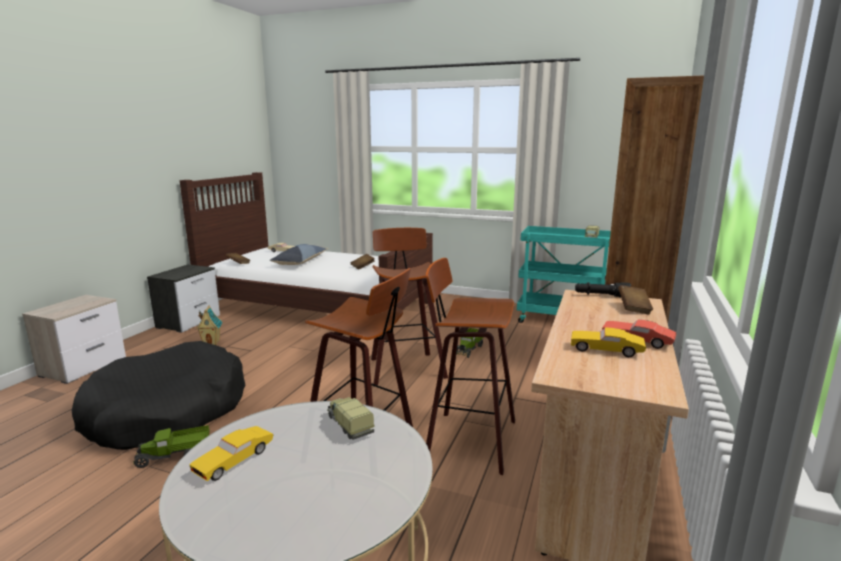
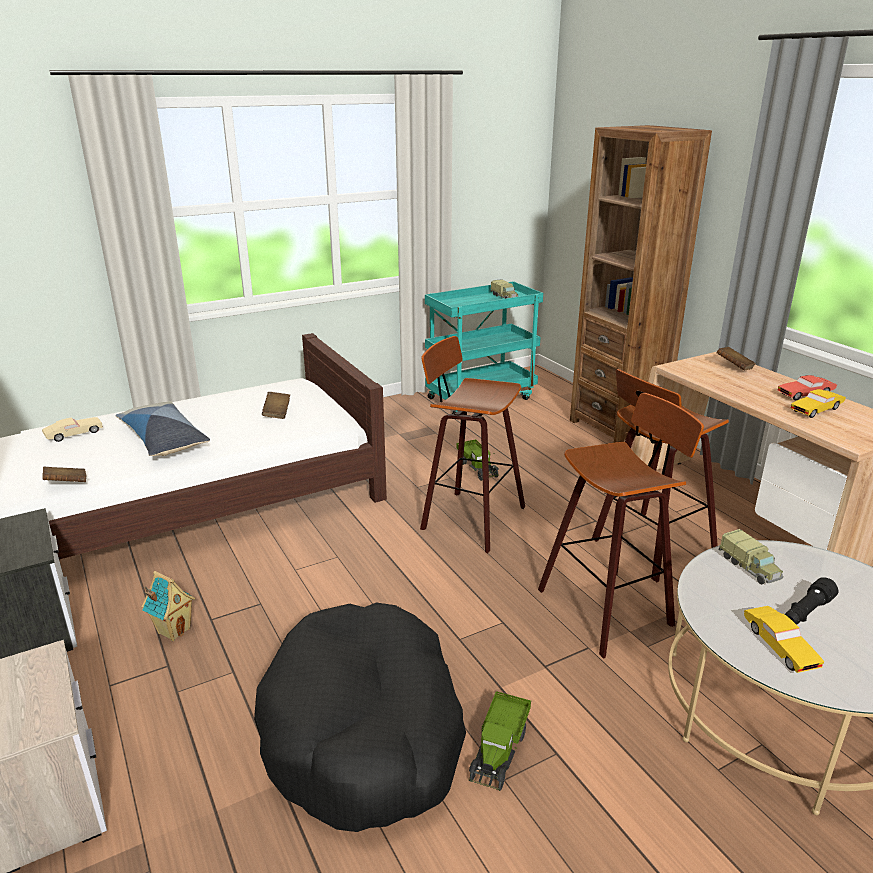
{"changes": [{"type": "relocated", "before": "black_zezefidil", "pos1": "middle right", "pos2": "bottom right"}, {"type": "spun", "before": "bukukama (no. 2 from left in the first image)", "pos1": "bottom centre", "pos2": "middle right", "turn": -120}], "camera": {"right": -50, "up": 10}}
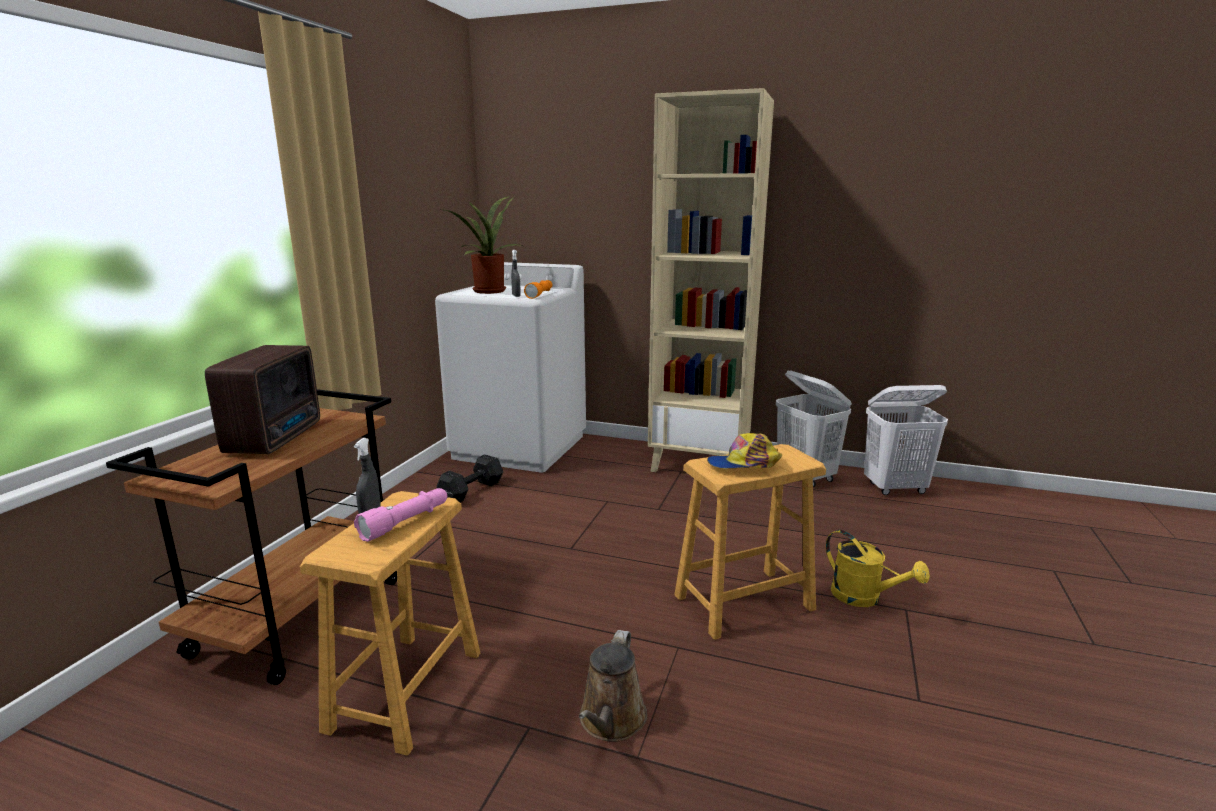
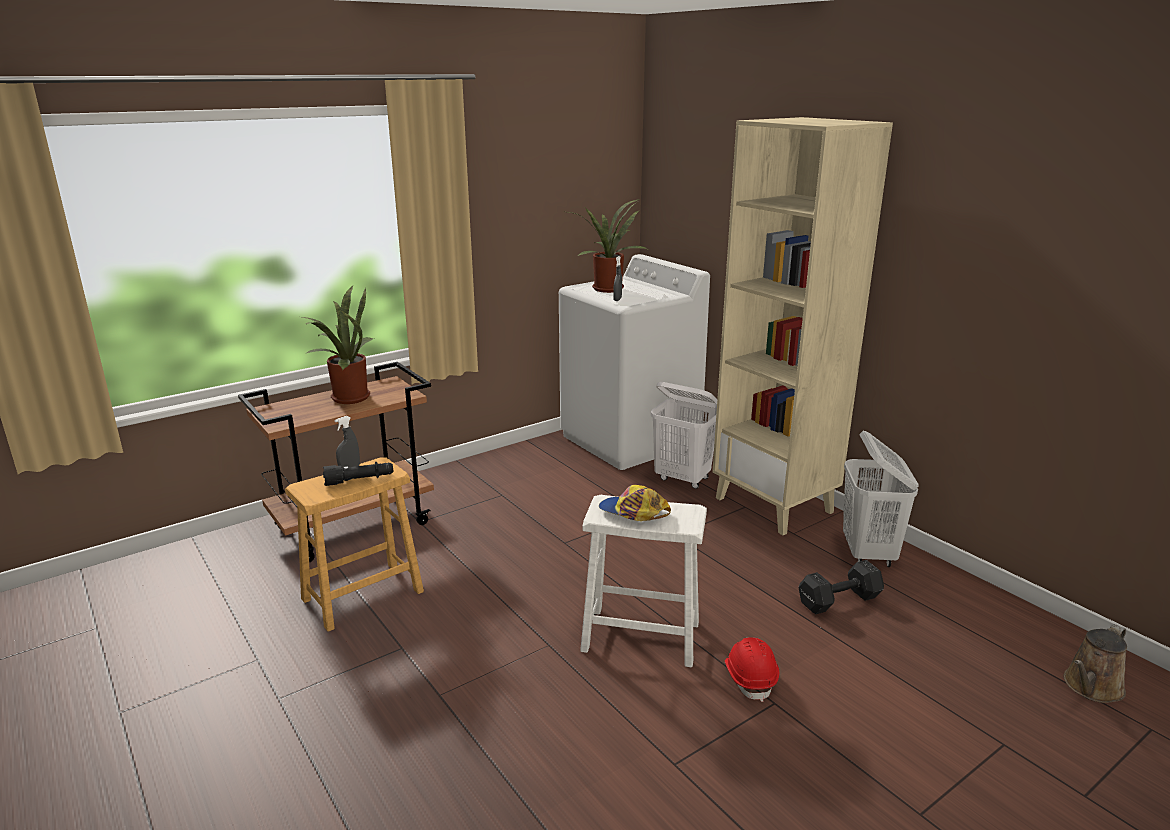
{"changes": [{"type": "missing", "before": "orange_zezefidil", "pos1": "centre"}, {"type": "exchanged", "before": "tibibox", "after": "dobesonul (no. 1 from left)", "pos1": "middle left", "pos2": "middle left"}, {"type": "relocated", "before": "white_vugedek (no. 2 from left in the first image)", "after": "white_vugedek (no. 1 from left)", "pos1": "middle right", "pos2": "centre"}, {"type": "colour", "before": "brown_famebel (no. 2 from left)", "after": "white_famebel", "pos1": "bottom centre", "pos2": "bottom centre"}, {"type": "relocated", "before": "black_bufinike", "pos1": "centre", "pos2": "bottom right"}, {"type": "colour", "before": "pink_zezefidil", "after": "black_zezefidil", "pos1": "middle left", "pos2": "middle left"}, {"type": "exchanged", "before": "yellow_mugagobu", "after": "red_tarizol", "pos1": "bottom right", "pos2": "bottom centre"}, {"type": "relocated", "before": "brown_mugagobu", "pos1": "bottom centre", "pos2": "bottom right"}], "camera": {"right": 35, "up": 5}}
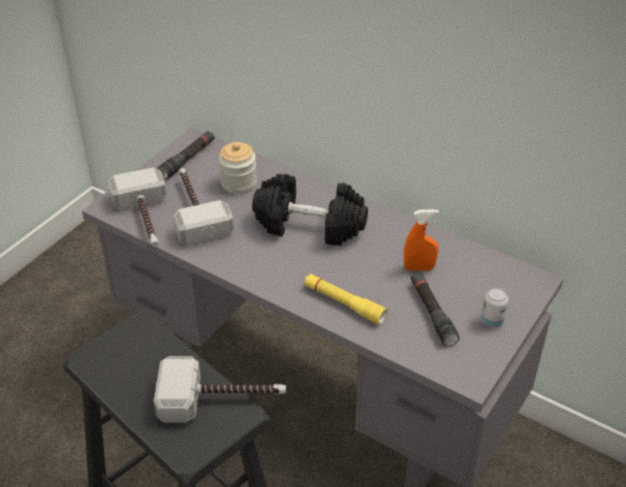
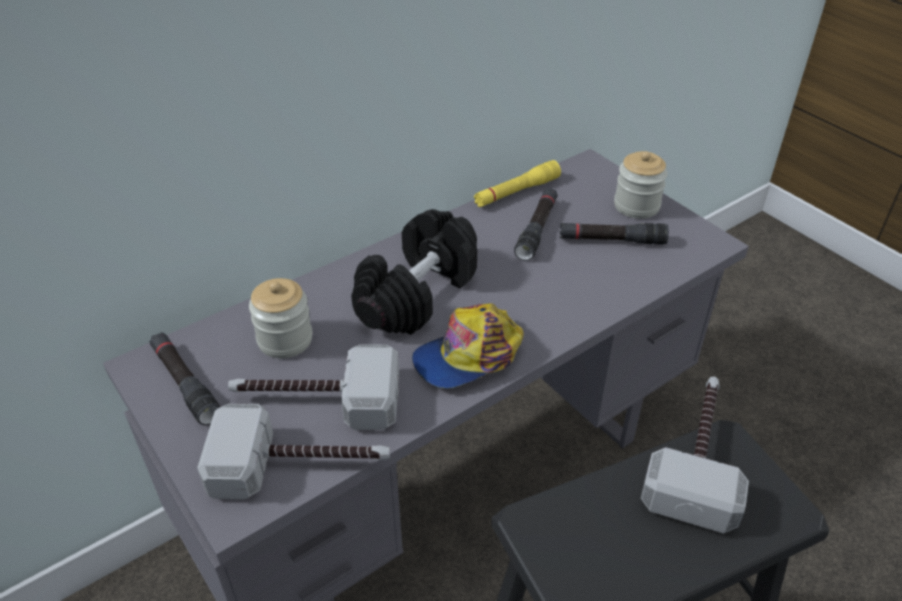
{"changes": [{"type": "exchanged", "before": "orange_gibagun", "after": "black_zezefidil (no. 2 from left)", "pos1": "middle right", "pos2": "centre"}, {"type": "relocated", "before": "yellow_zezefidil", "pos1": "centre", "pos2": "top centre"}, {"type": "exchanged", "before": "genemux", "after": "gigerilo (no. 2 from left)", "pos1": "middle right", "pos2": "top right"}, {"type": "appeared", "after": "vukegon", "pos2": "centre"}], "camera": {"right": -70, "up": 0}}
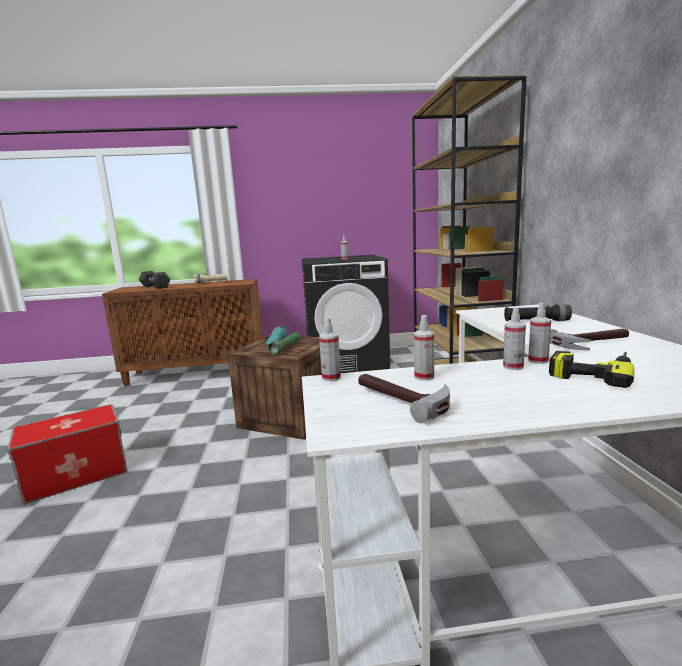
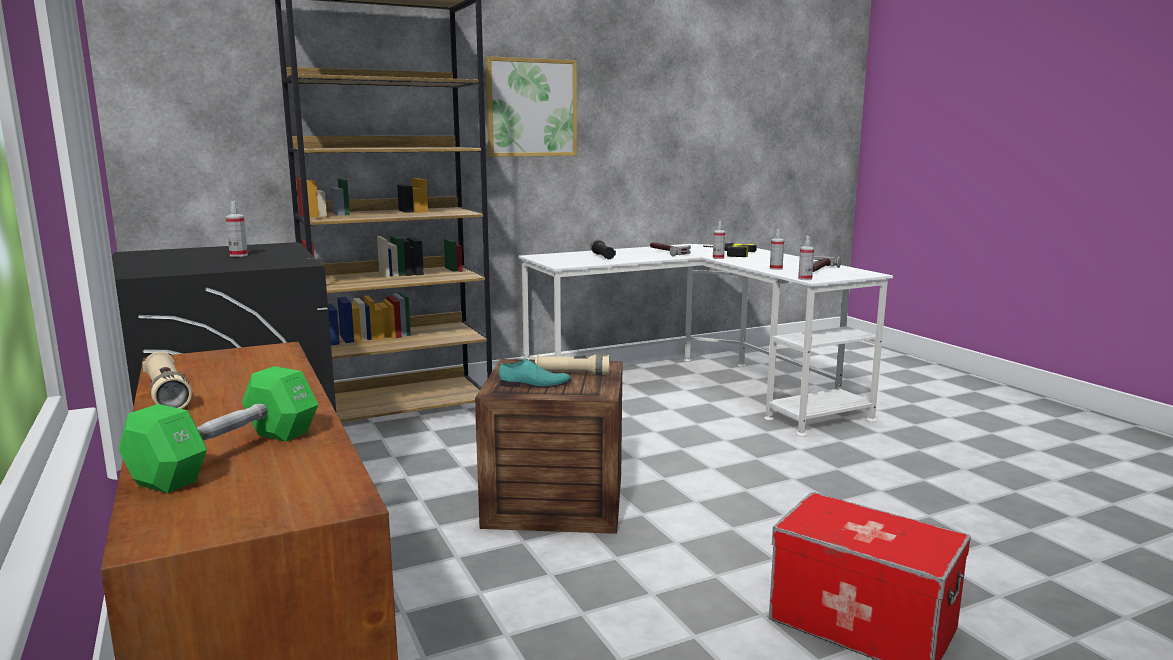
{"changes": [{"type": "colour", "before": "black_bufinike", "after": "green_bufinike", "pos1": "middle left", "pos2": "middle left"}, {"type": "missing", "before": "gibagun (no. 4 from left)", "pos1": "middle right"}, {"type": "colour", "before": "green_zezefidil", "after": "beige_zezefidil (no. 2 from left)", "pos1": "centre", "pos2": "centre"}, {"type": "appeared", "after": "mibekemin", "pos2": "top centre"}], "camera": {"right": -110, "up": 0}}
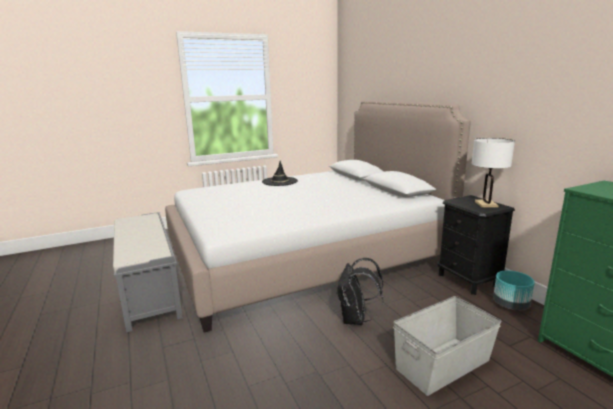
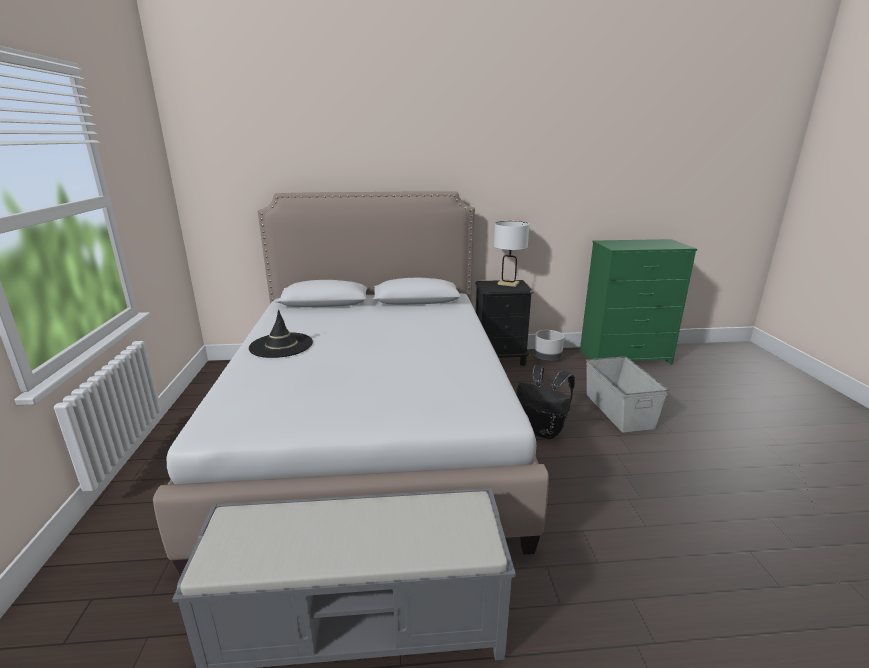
{"changes": [{"type": "colour", "before": "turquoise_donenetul", "after": "grey_donenetul", "pos1": "bottom right", "pos2": "centre"}], "camera": {"right": -70, "up": 5}}
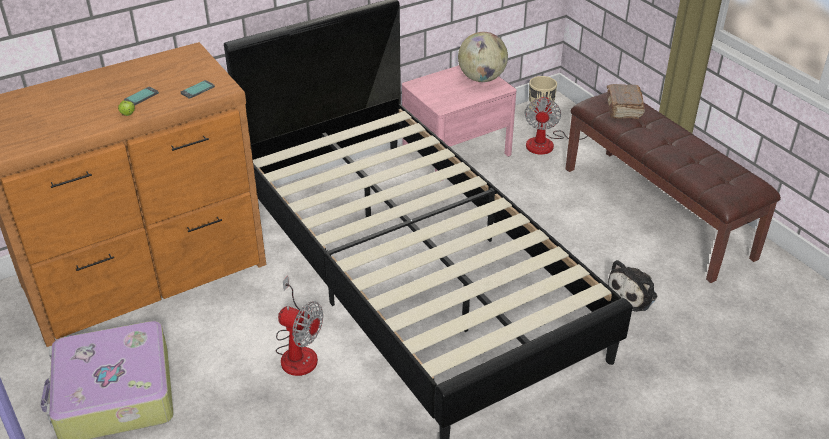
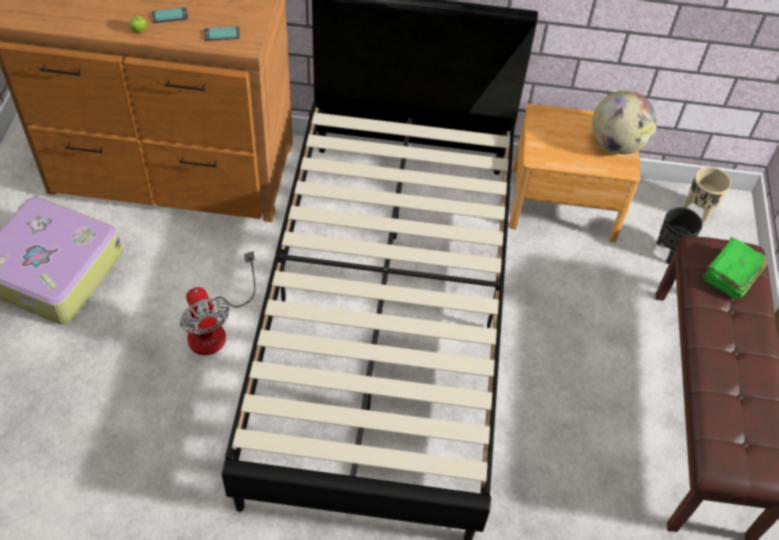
{"changes": [{"type": "colour", "before": "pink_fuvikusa", "after": "brown_fuvikusa", "pos1": "top centre", "pos2": "top right"}, {"type": "colour", "before": "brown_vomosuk", "after": "green_vomosuk", "pos1": "top right", "pos2": "middle right"}, {"type": "exchanged", "before": "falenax (no. 2 from left)", "after": "black_donenetul", "pos1": "top right", "pos2": "middle right"}, {"type": "missing", "before": "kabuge", "pos1": "middle right"}], "camera": {"right": 35, "up": 15}}
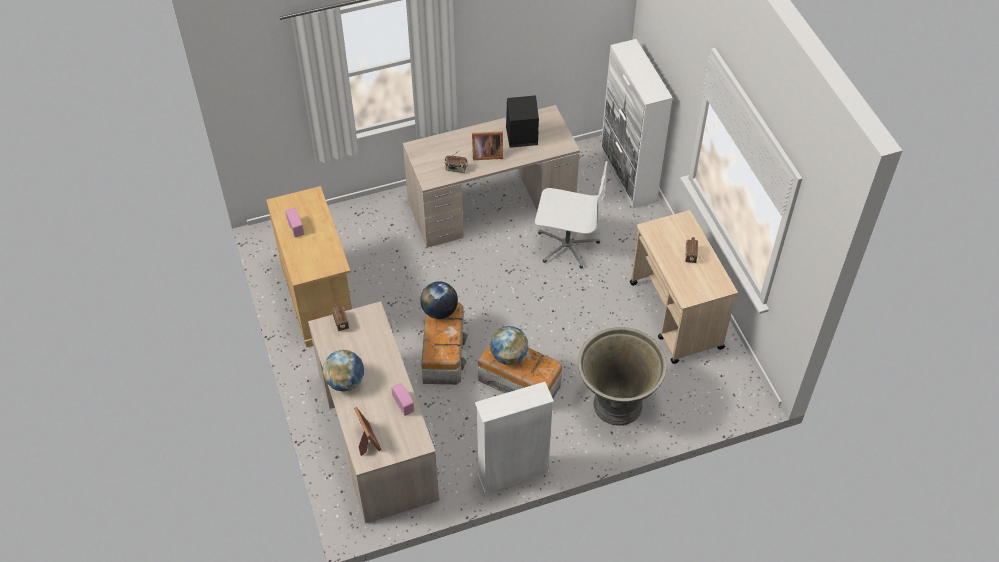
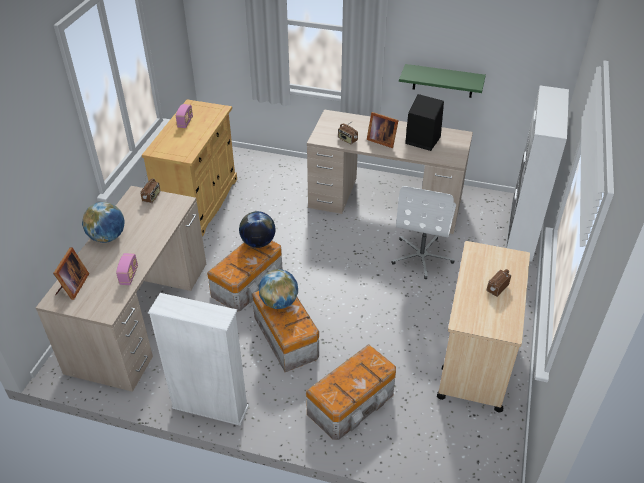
{"changes": [{"type": "spun", "before": "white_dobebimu", "pos1": "centre", "pos2": "centre", "turn": 60}, {"type": "exchanged", "before": "grey_donenetul", "after": "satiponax (no. 3 from left)", "pos1": "bottom centre", "pos2": "bottom centre"}, {"type": "appeared", "after": "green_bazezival", "pos2": "top right"}], "camera": {"right": 35, "up": -10}}
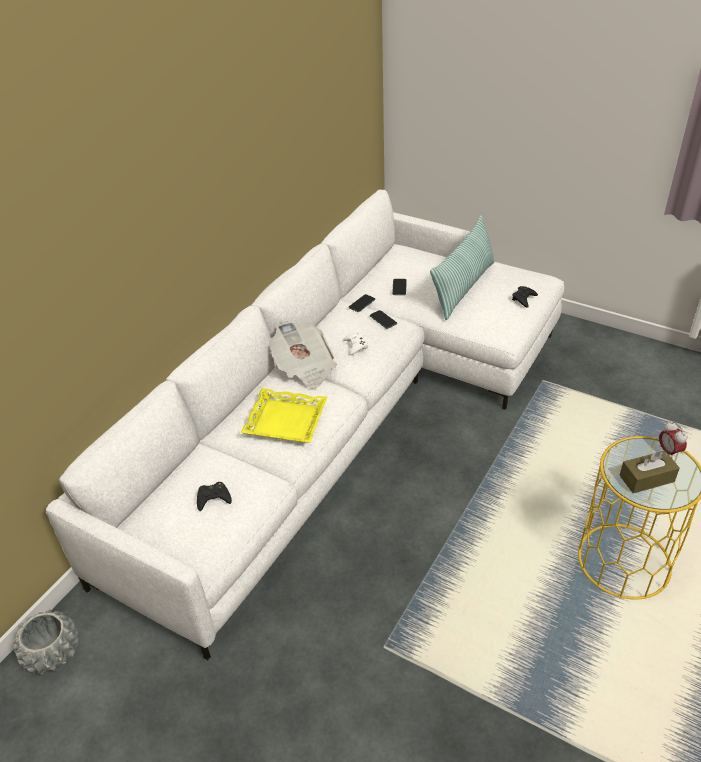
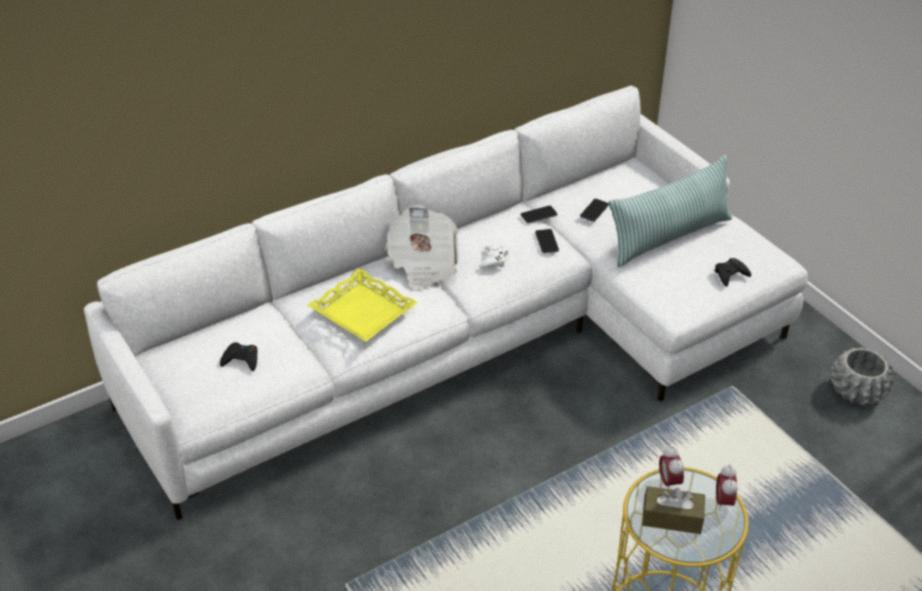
{"changes": [{"type": "relocated", "before": "grey_donenetul", "pos1": "bottom left", "pos2": "middle right"}, {"type": "appeared", "after": "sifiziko (no. 1 from left)", "pos2": "bottom right"}], "camera": {"right": 25, "up": 0}}
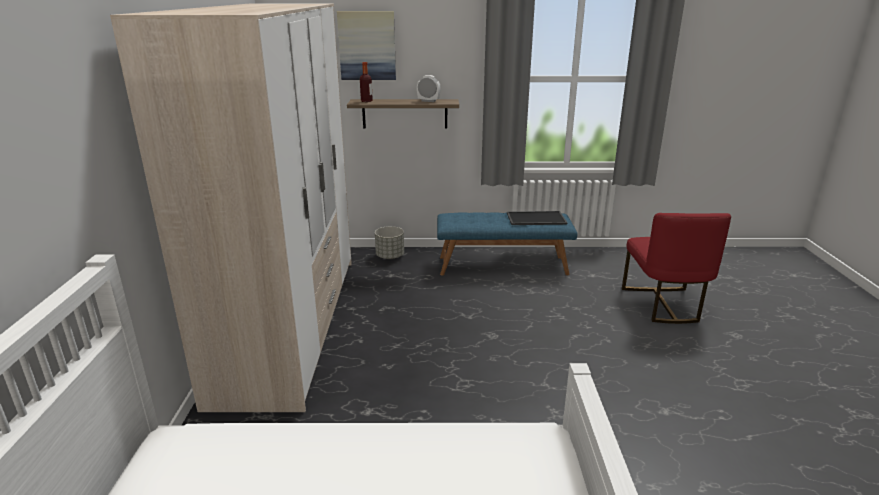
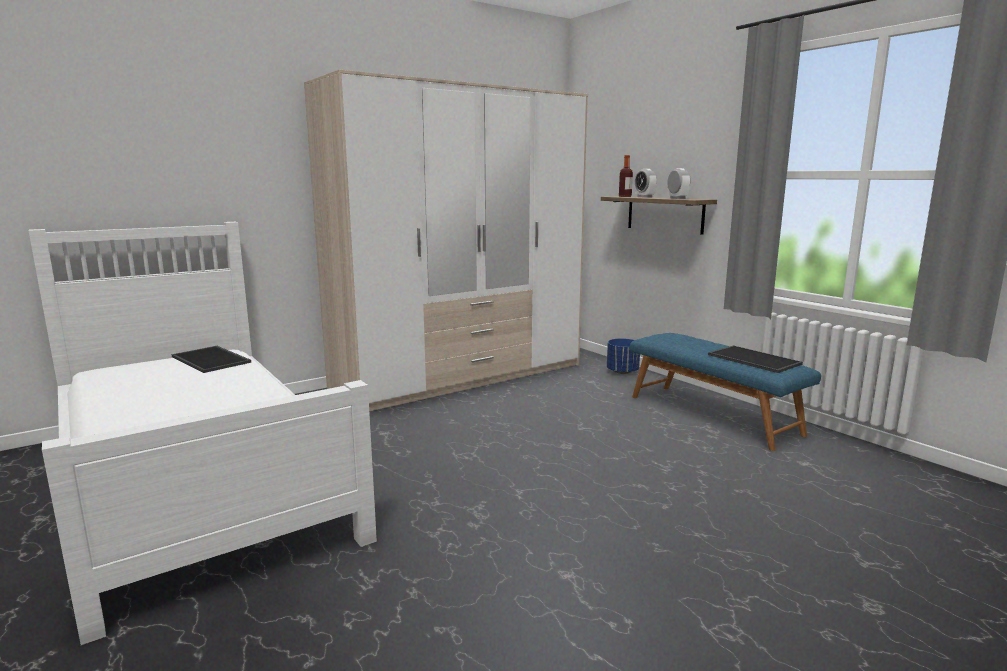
{"changes": [{"type": "missing", "before": "mibekemin", "pos1": "top centre"}, {"type": "missing", "before": "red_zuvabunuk", "pos1": "middle right"}, {"type": "colour", "before": "grey_donenetul", "after": "blue_donenetul", "pos1": "centre", "pos2": "centre"}, {"type": "appeared", "after": "sifiziko (no. 1 from left)", "pos2": "top centre"}, {"type": "appeared", "after": "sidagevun (no. 1 from left)", "pos2": "middle left"}], "camera": {"right": 55, "up": -10}}
